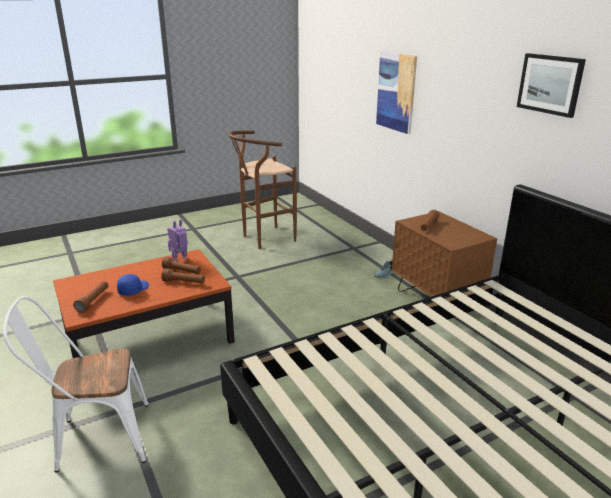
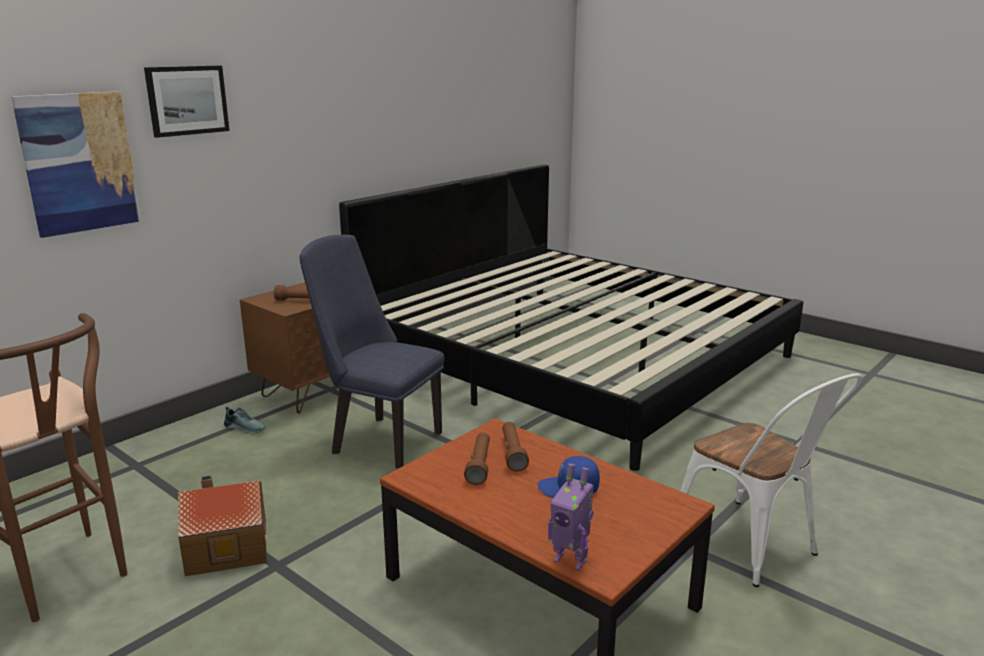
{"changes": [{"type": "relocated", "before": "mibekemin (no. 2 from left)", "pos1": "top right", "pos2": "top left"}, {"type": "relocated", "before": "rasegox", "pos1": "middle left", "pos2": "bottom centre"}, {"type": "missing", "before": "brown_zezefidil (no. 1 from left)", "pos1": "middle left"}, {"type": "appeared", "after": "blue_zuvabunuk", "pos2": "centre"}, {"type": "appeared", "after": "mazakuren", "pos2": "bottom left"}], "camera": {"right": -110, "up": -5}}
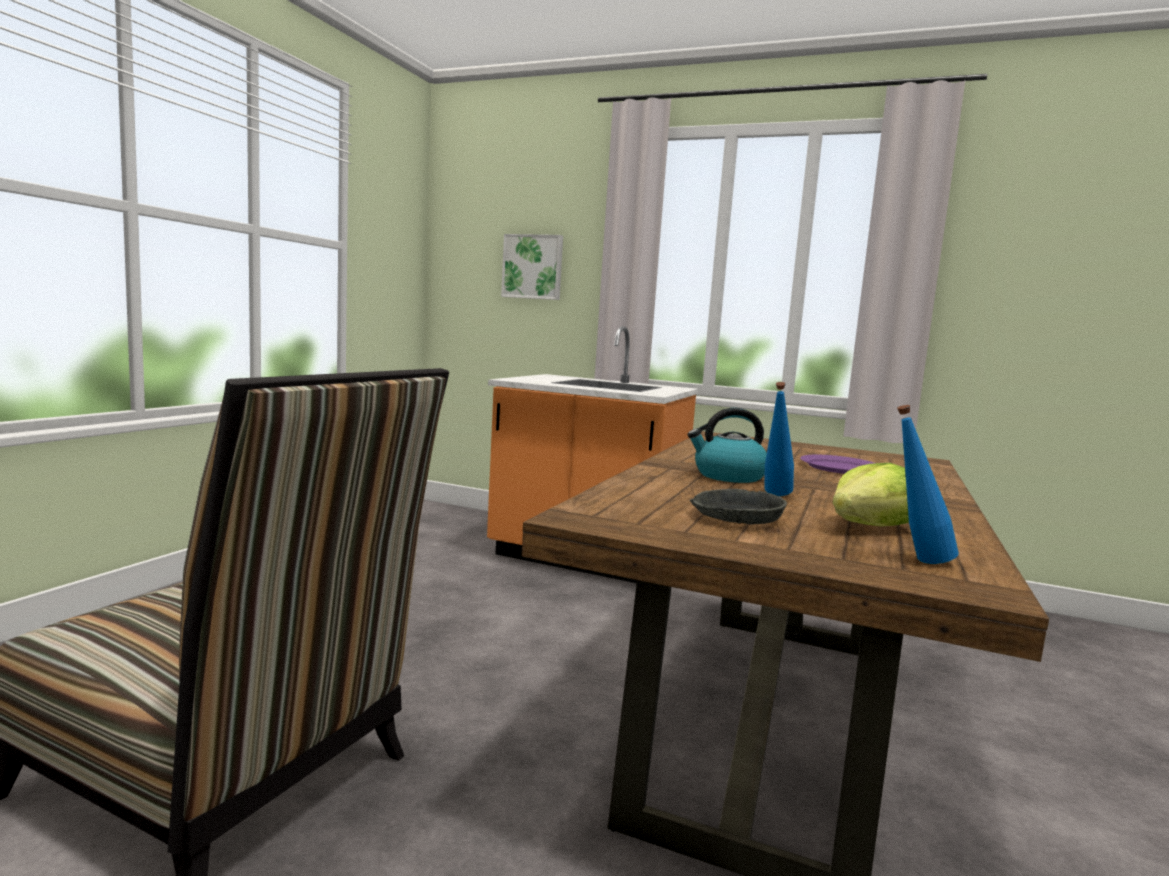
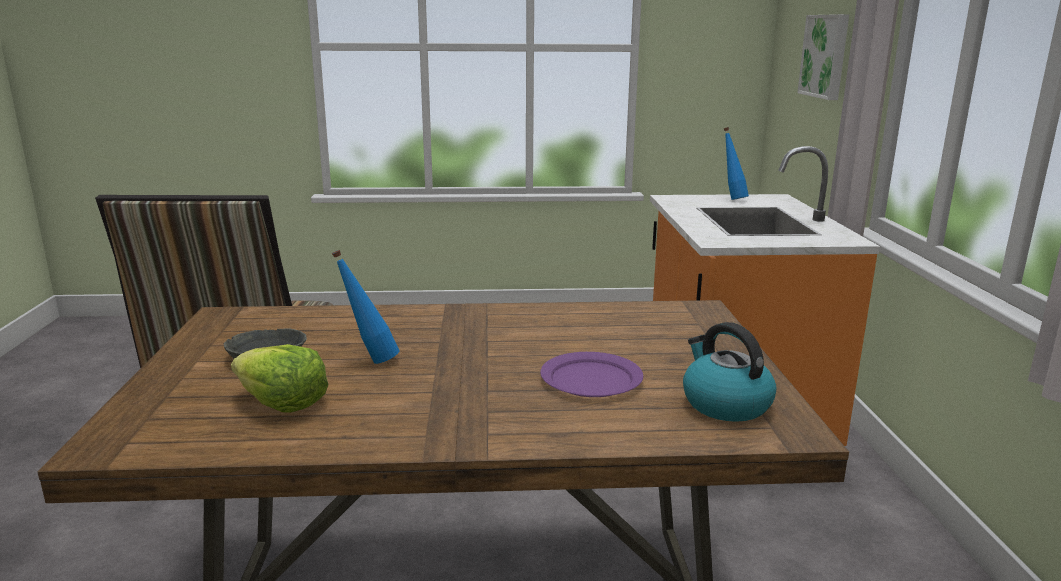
{"changes": [{"type": "relocated", "before": "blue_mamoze (no. 2 from left)", "pos1": "middle right", "pos2": "top right"}, {"type": "relocated", "before": "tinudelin", "pos1": "centre", "pos2": "middle right"}], "camera": {"right": 65, "up": 10}}
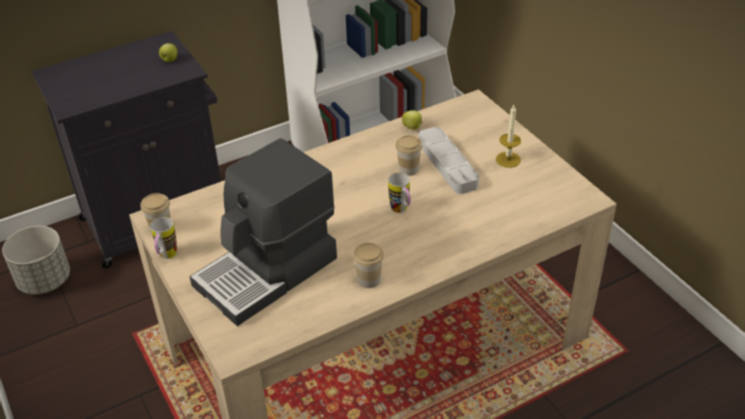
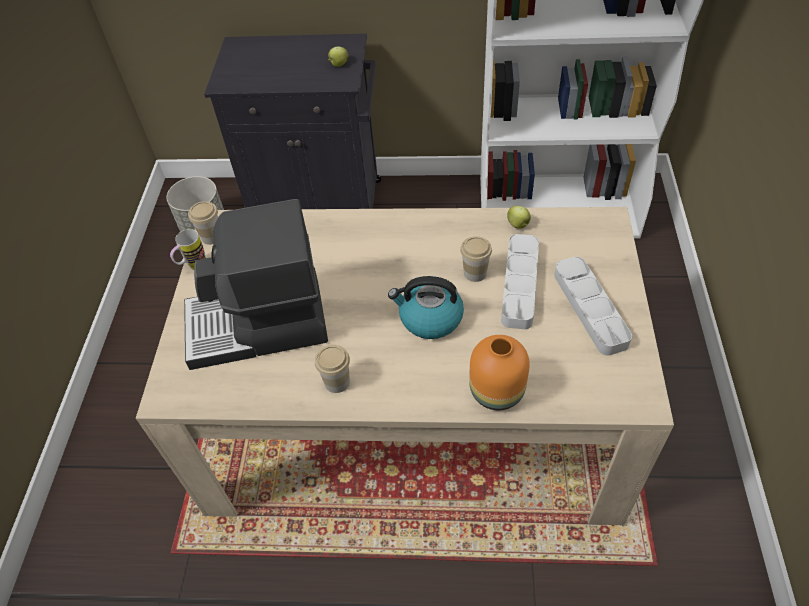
{"changes": [{"type": "exchanged", "before": "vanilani", "after": "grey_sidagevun (no. 2 from left)", "pos1": "top right", "pos2": "middle right"}, {"type": "exchanged", "before": "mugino (no. 2 from left)", "after": "tinudelin", "pos1": "centre", "pos2": "centre"}, {"type": "appeared", "after": "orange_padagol", "pos2": "centre"}], "camera": {"right": 35, "up": 10}}
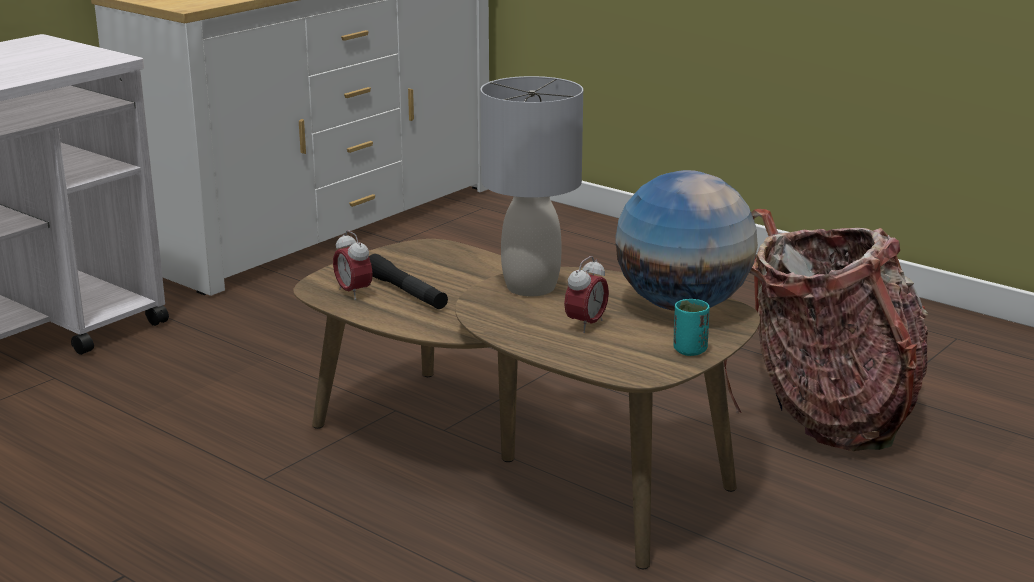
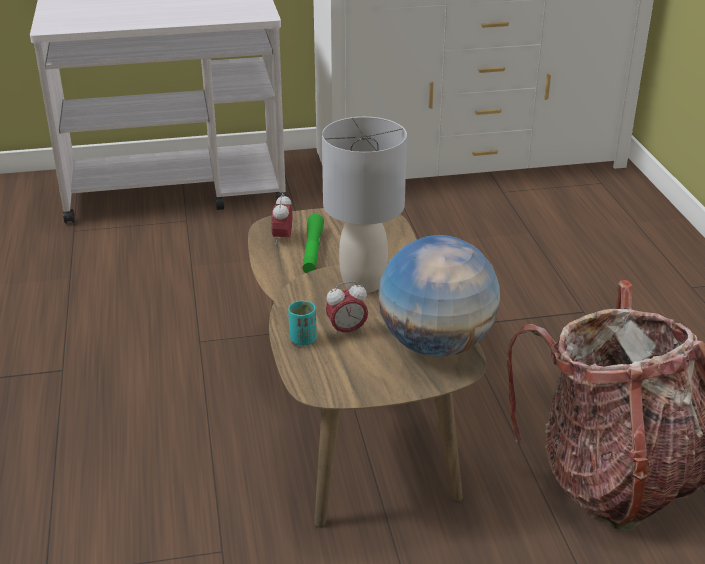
{"changes": [{"type": "colour", "before": "black_zezefidil", "after": "green_zezefidil", "pos1": "centre", "pos2": "centre"}, {"type": "relocated", "before": "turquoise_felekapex", "pos1": "middle right", "pos2": "centre"}], "camera": {"right": 40, "up": 10}}
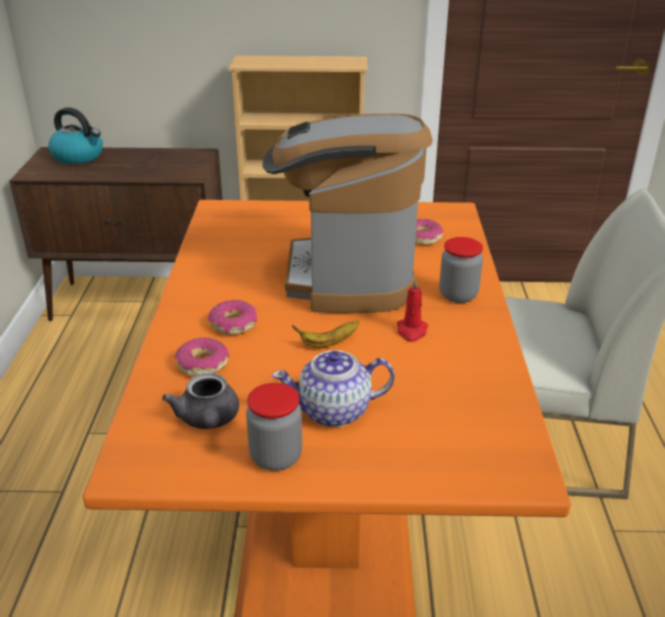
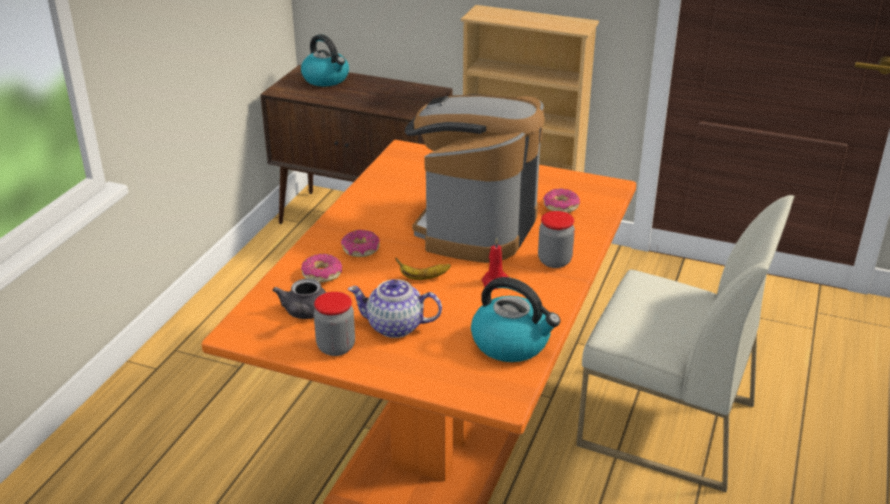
{"changes": [{"type": "appeared", "after": "tinudelin (no. 2 from left)", "pos2": "centre"}], "camera": {"right": 20, "up": 0}}
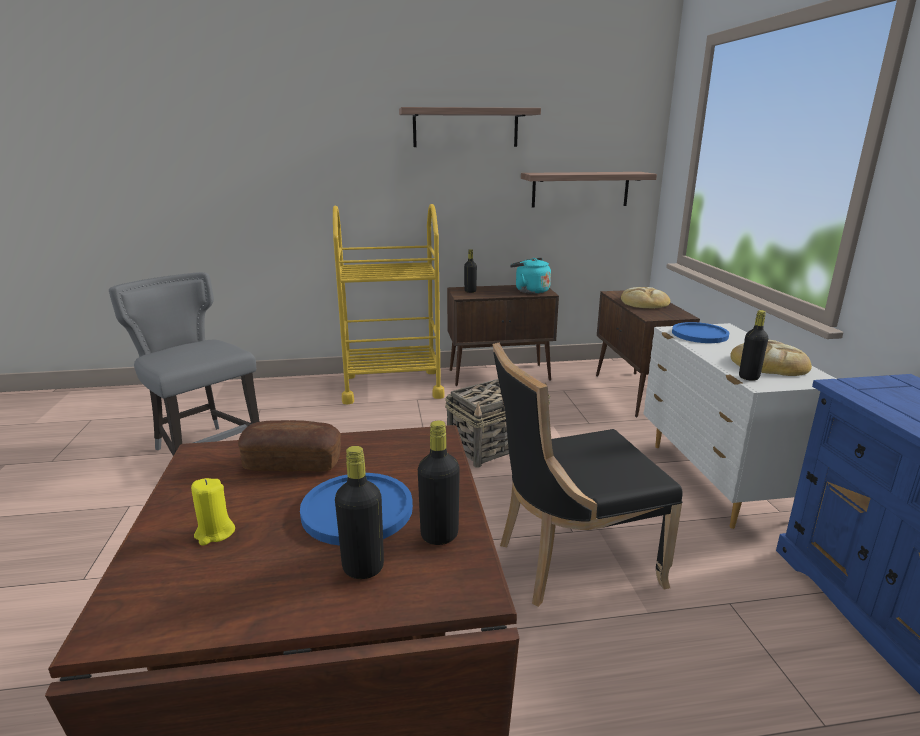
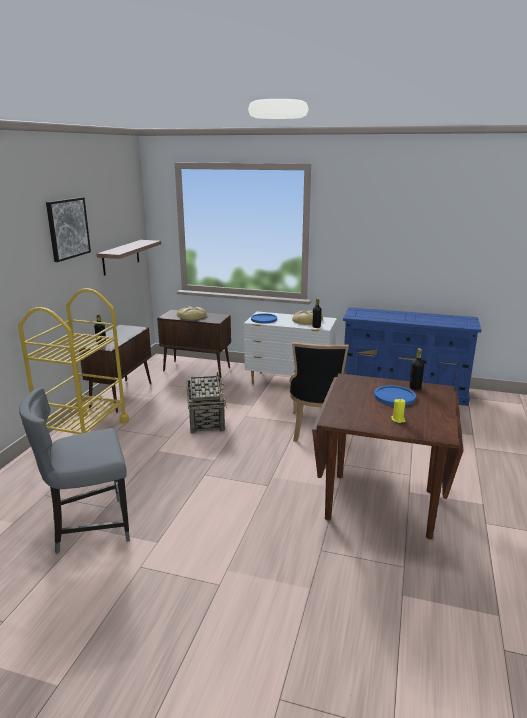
{"changes": [{"type": "exchanged", "before": "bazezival (no. 1 from left)", "after": "mibekemin", "pos1": "top centre", "pos2": "top left"}, {"type": "missing", "before": "turquoise_tinudelin", "pos1": "centre"}, {"type": "missing", "before": "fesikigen (no. 1 from left)", "pos1": "middle left"}, {"type": "missing", "before": "black_mamoze (no. 1 from left)", "pos1": "bottom centre"}], "camera": {"right": -65, "up": 0}}
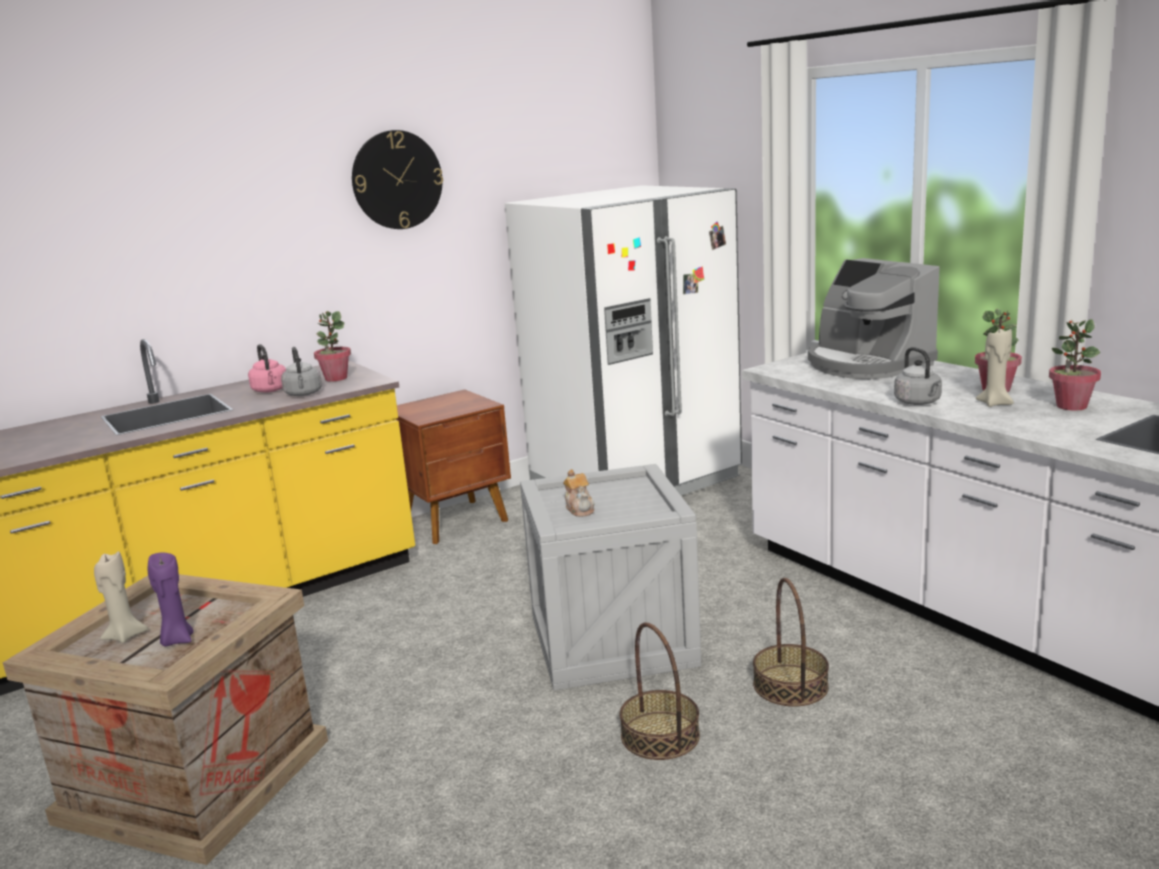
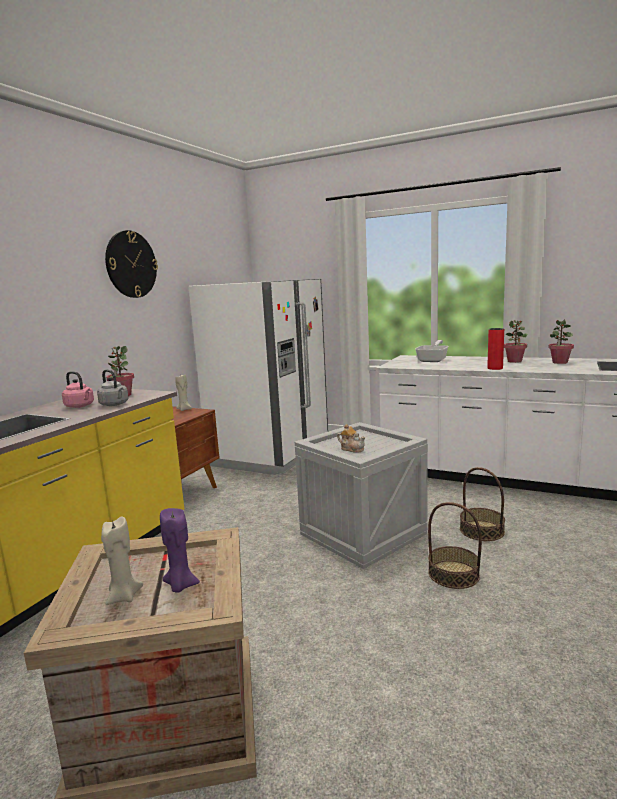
{"changes": [{"type": "exchanged", "before": "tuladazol", "after": "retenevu", "pos1": "middle right", "pos2": "middle right"}, {"type": "relocated", "before": "beige_vanilani (no. 2 from left)", "pos1": "middle right", "pos2": "middle left"}, {"type": "exchanged", "before": "grey_tinudelin (no. 2 from left)", "after": "red_padagol", "pos1": "middle right", "pos2": "middle right"}], "camera": {"right": -30, "up": -5}}
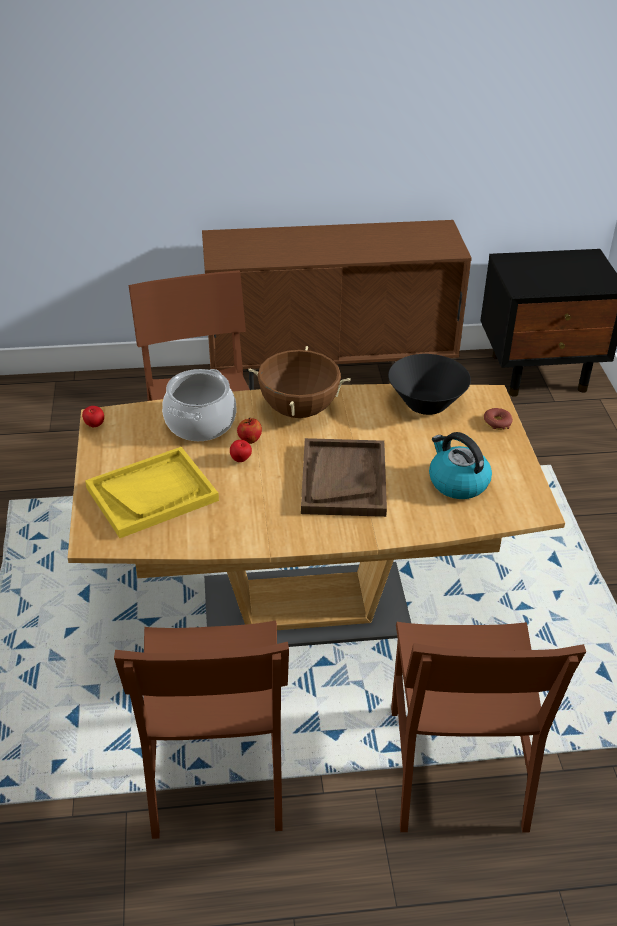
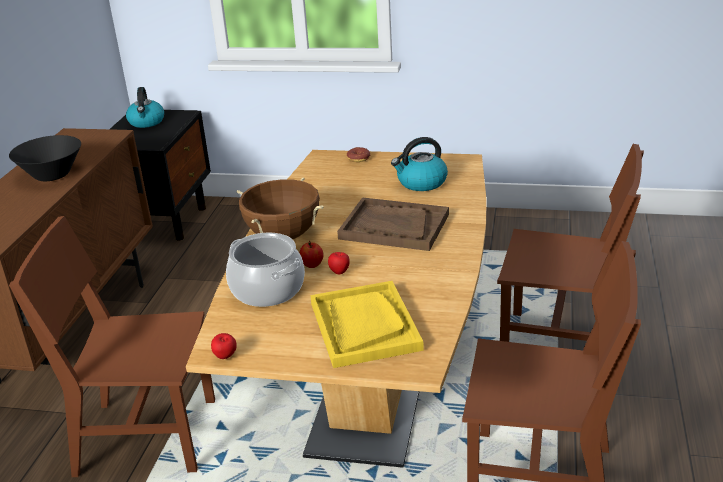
{"changes": [{"type": "relocated", "before": "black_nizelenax", "pos1": "middle right", "pos2": "top left"}, {"type": "appeared", "after": "tinudelin (no. 1 from left)", "pos2": "top left"}], "camera": {"right": -70, "up": -10}}
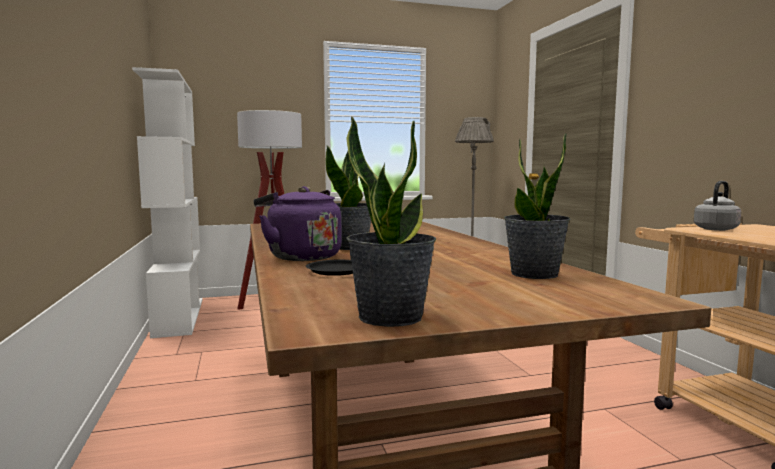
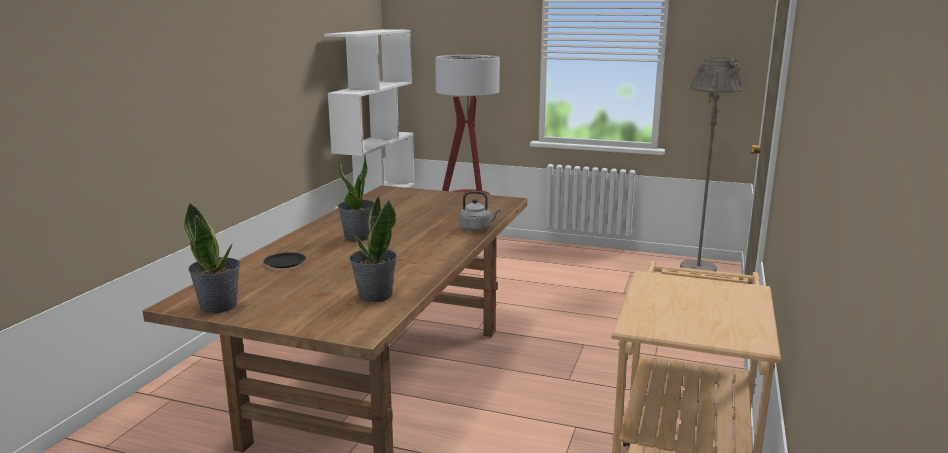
{"changes": [{"type": "relocated", "before": "grey_tinudelin", "pos1": "middle right", "pos2": "centre"}, {"type": "missing", "before": "purple_tinudelin", "pos1": "centre"}], "camera": {"right": 35, "up": 10}}
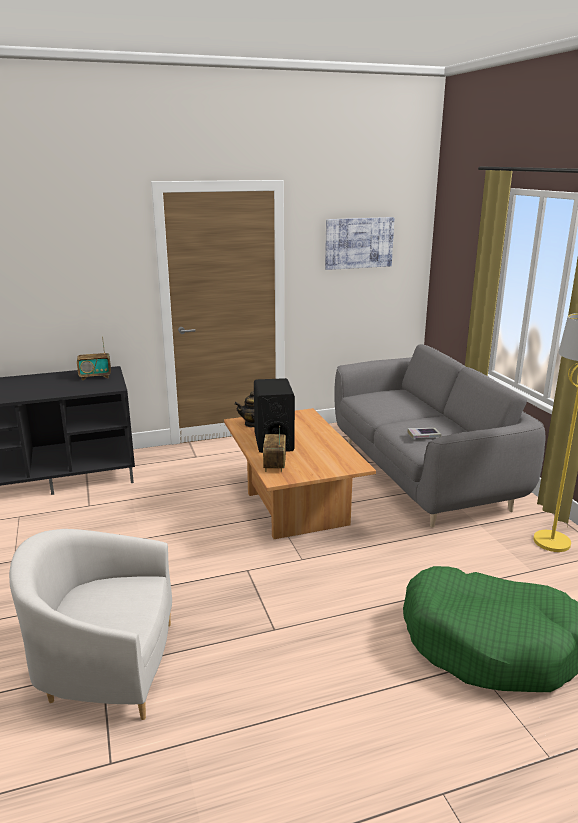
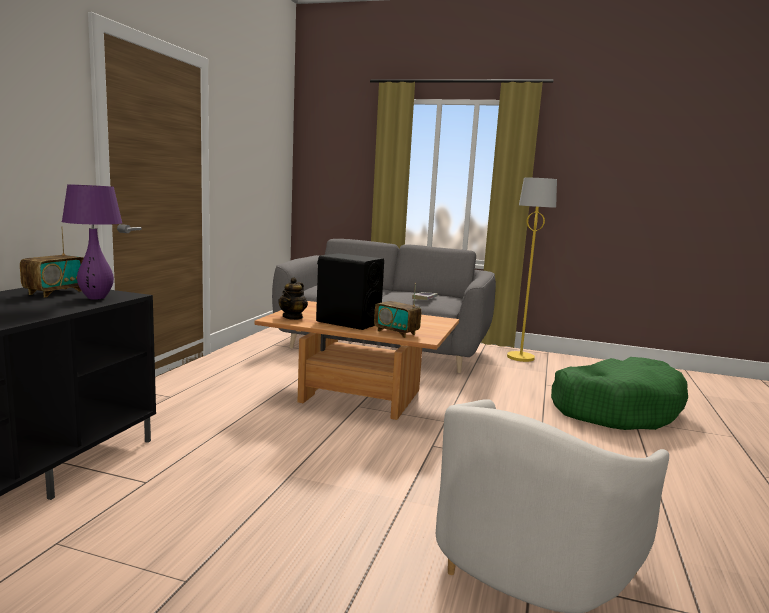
{"changes": [{"type": "missing", "before": "mibekemin", "pos1": "top centre"}, {"type": "appeared", "after": "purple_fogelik", "pos2": "middle left"}], "camera": {"right": -55, "up": -10}}
